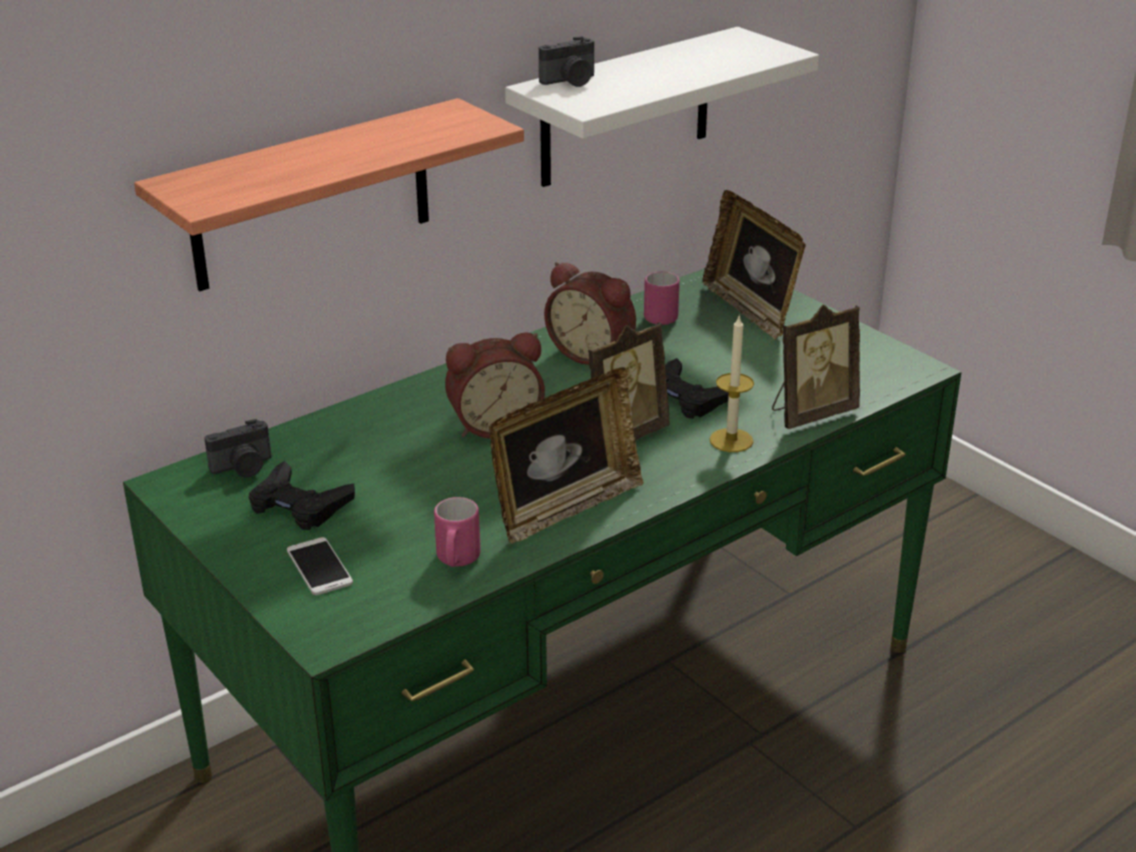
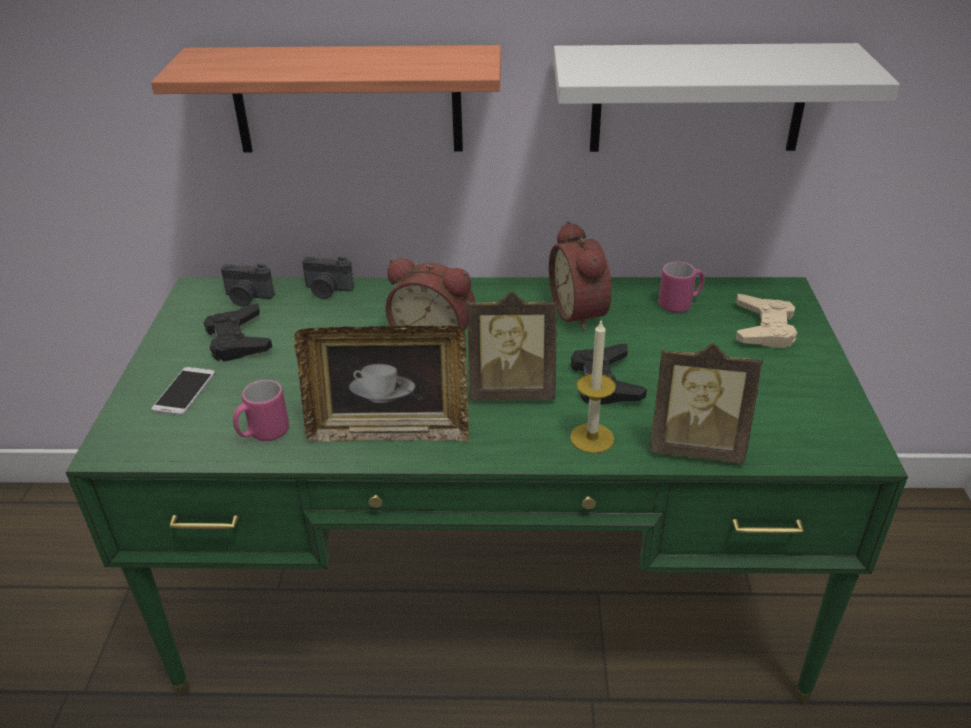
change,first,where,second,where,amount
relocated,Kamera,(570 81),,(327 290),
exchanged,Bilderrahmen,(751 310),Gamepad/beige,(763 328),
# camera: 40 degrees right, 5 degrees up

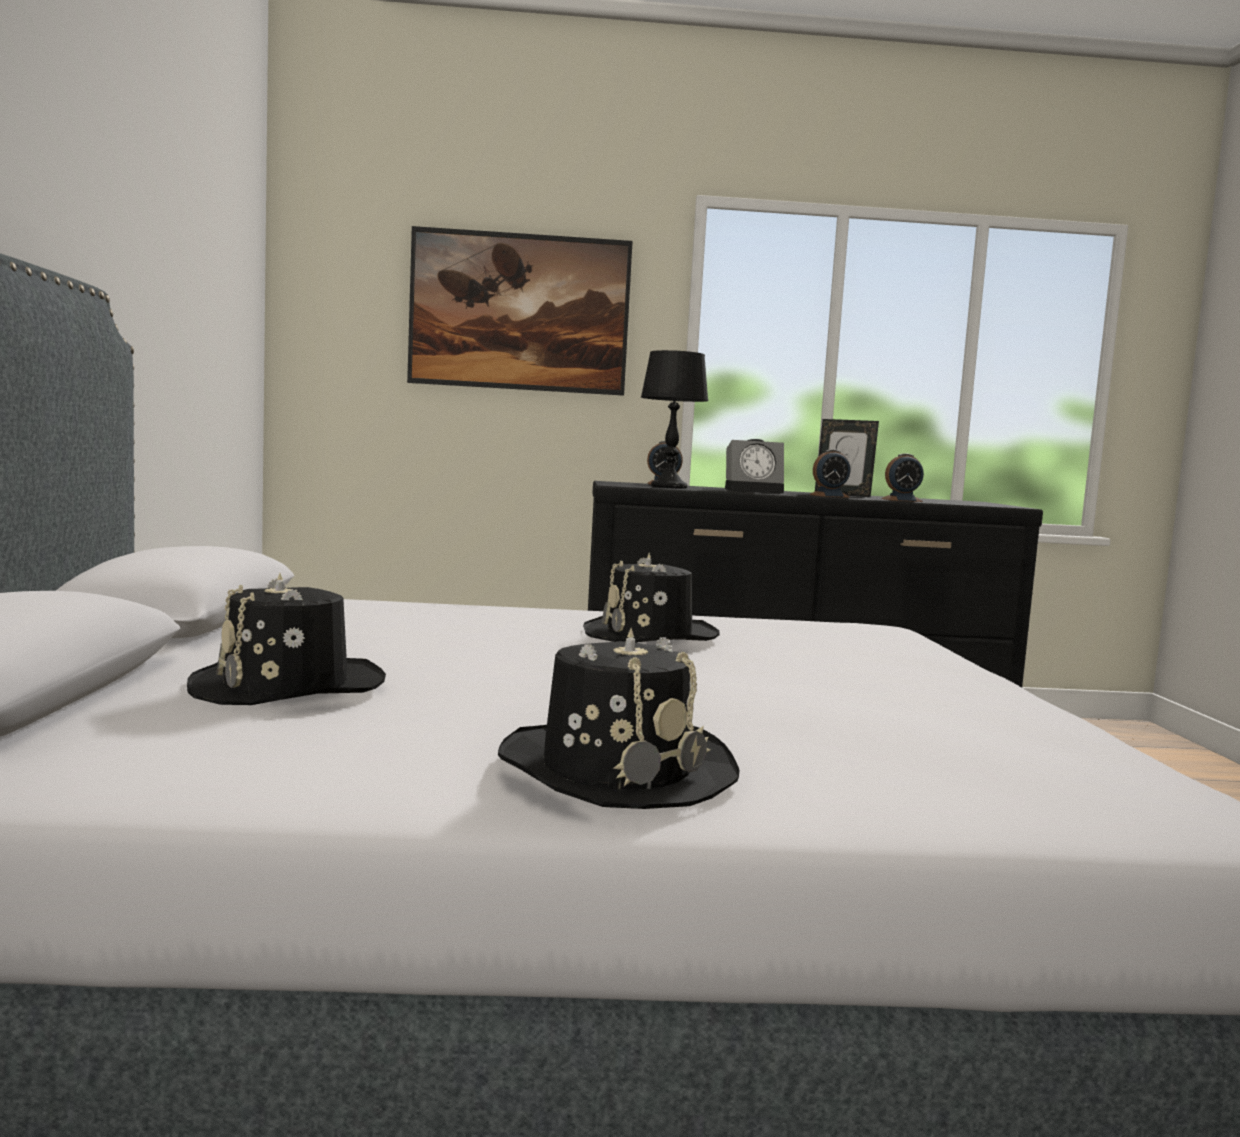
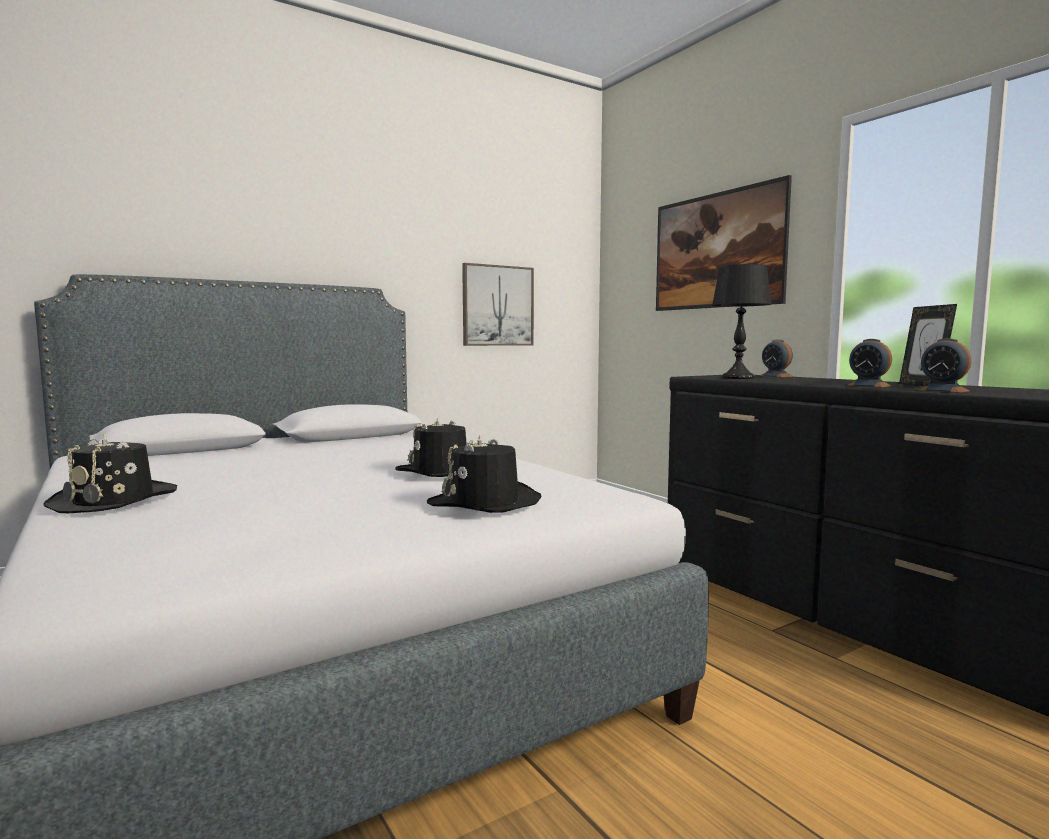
change,first,where,second,where,amount
relocated,Hut/schwarz,(288 687),,(484 503),
appeared,,,Bild,(497 306),
missing,Wecker,(755 491),,,
# camera: 60 degrees right, 0 degrees up

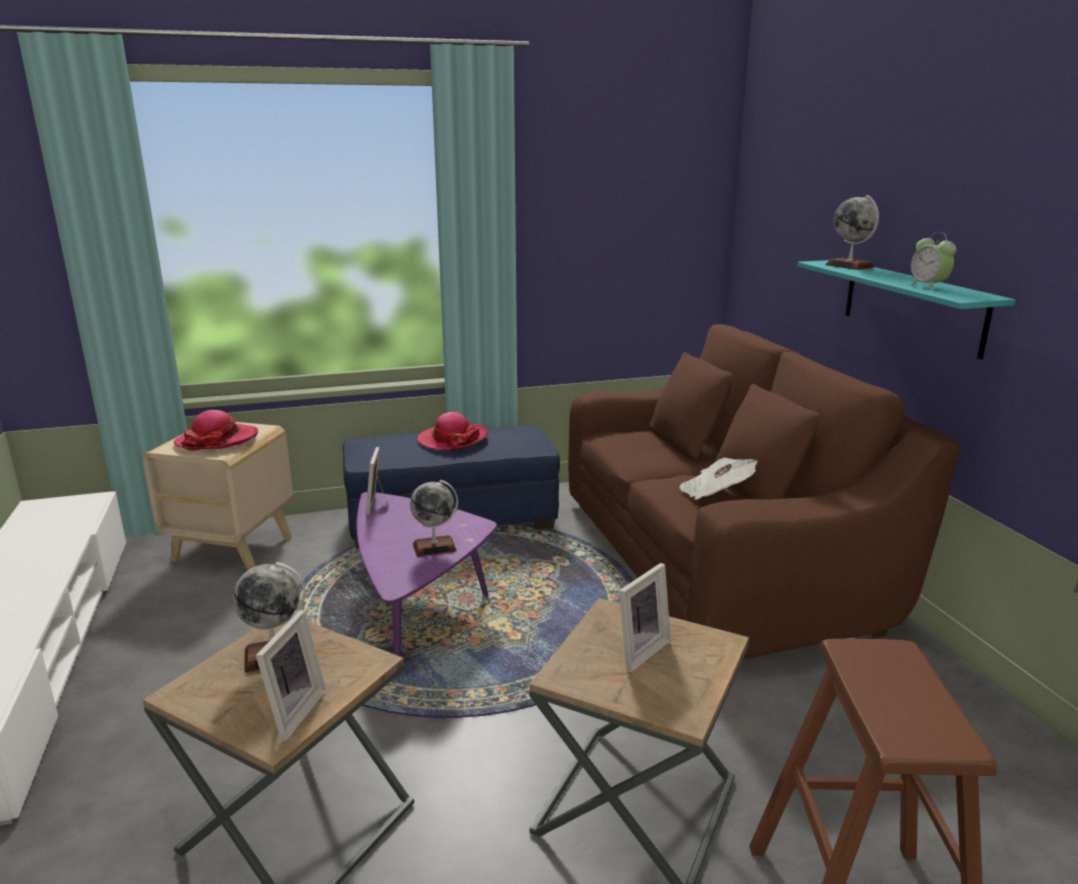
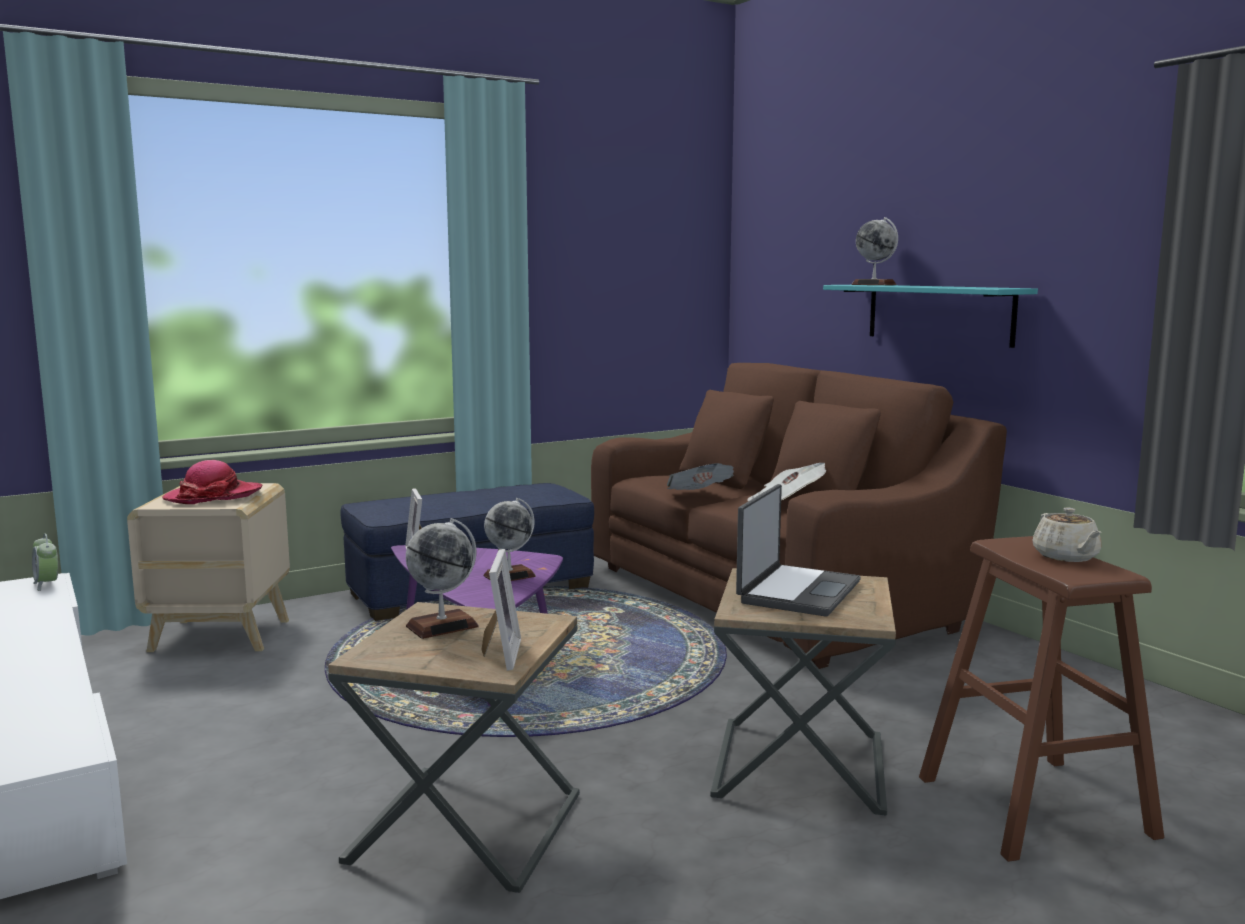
change,first,where,second,where,amount
relocated,Wecker,(928 286),,(47 584),
appeared,,,Zeitung,(699 496),
exchanged,Bilderrahmen,(638 650),Laptop,(797 592),
appeared,,,Teekanne/beige,(1066 557),
missing,Hut,(452 439),,,
# camera: 15 degrees left, 10 degrees down

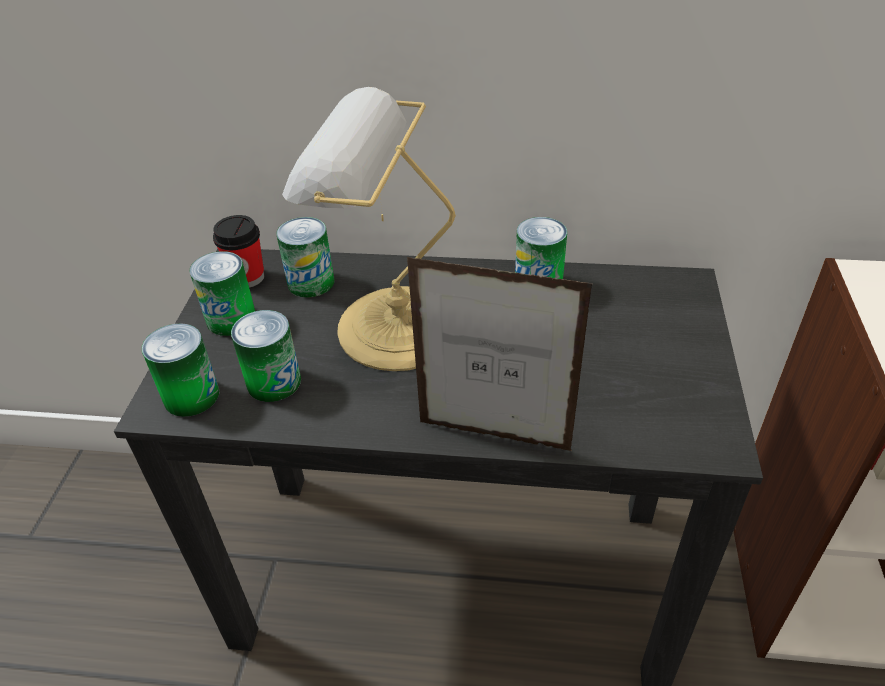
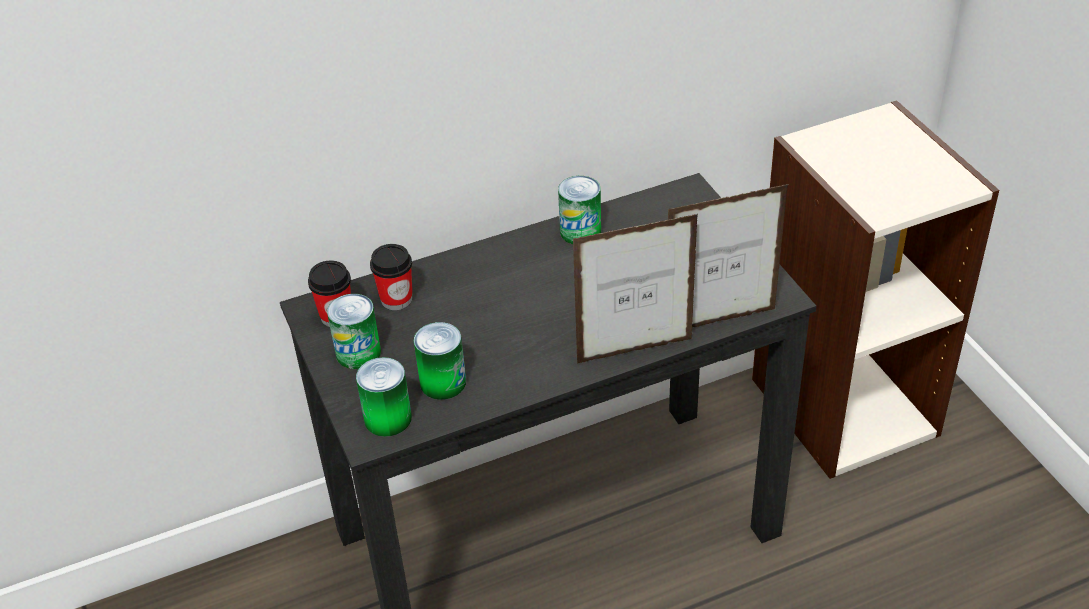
change,first,where,second,where,amount
exchanged,Dose,(311 282),Tasse,(396 299),
appeared,,,Bilderrahmen,(720 321),
missing,Tischlampe,(392 326),,,
# camera: 30 degrees left, 0 degrees up

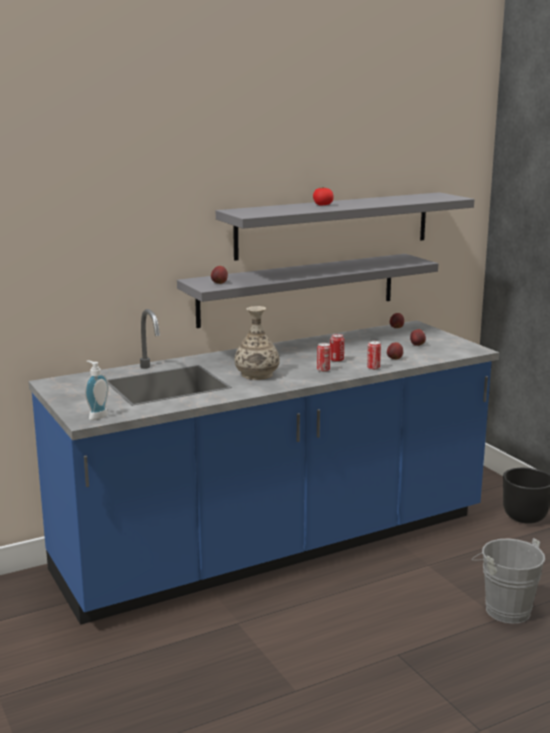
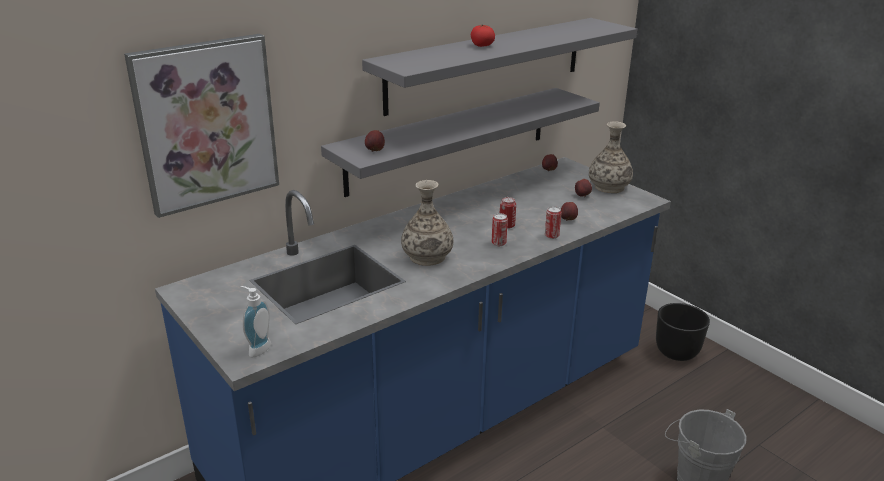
change,first,where,second,where,amount
appeared,,,Bild,(206 124),
appeared,,,Vase,(609 187),
# camera: 10 degrees left, 10 degrees up

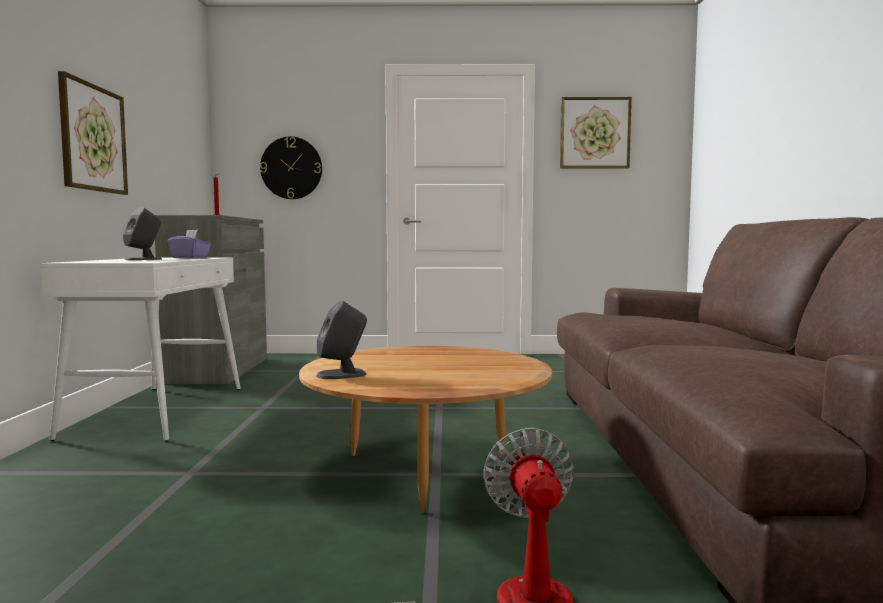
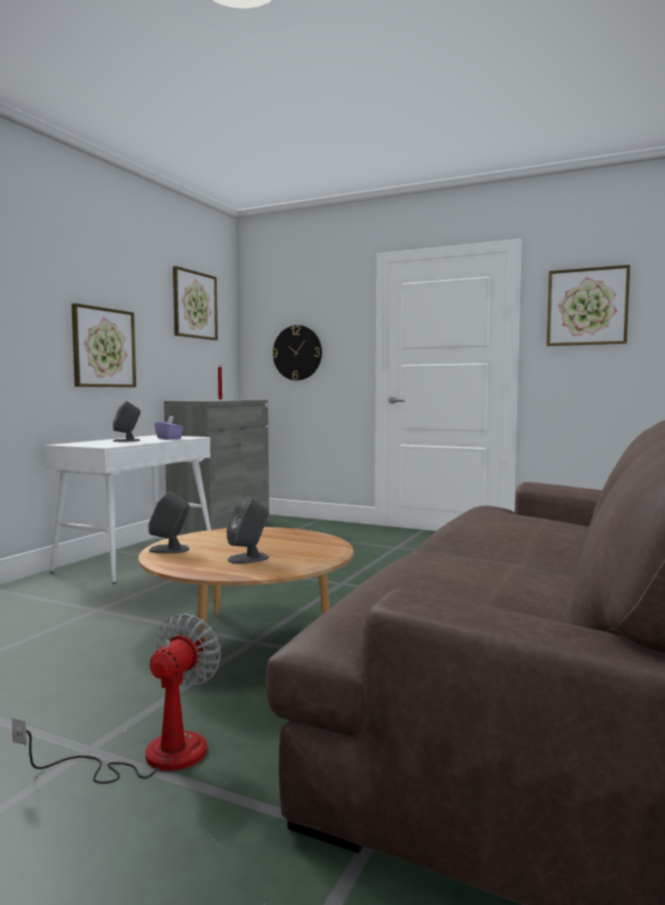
change,first,where,second,where,amount
appeared,,,Bild,(194 305),
appeared,,,Lautsprecher/grau,(248 558),
# camera: 25 degrees right, 0 degrees up

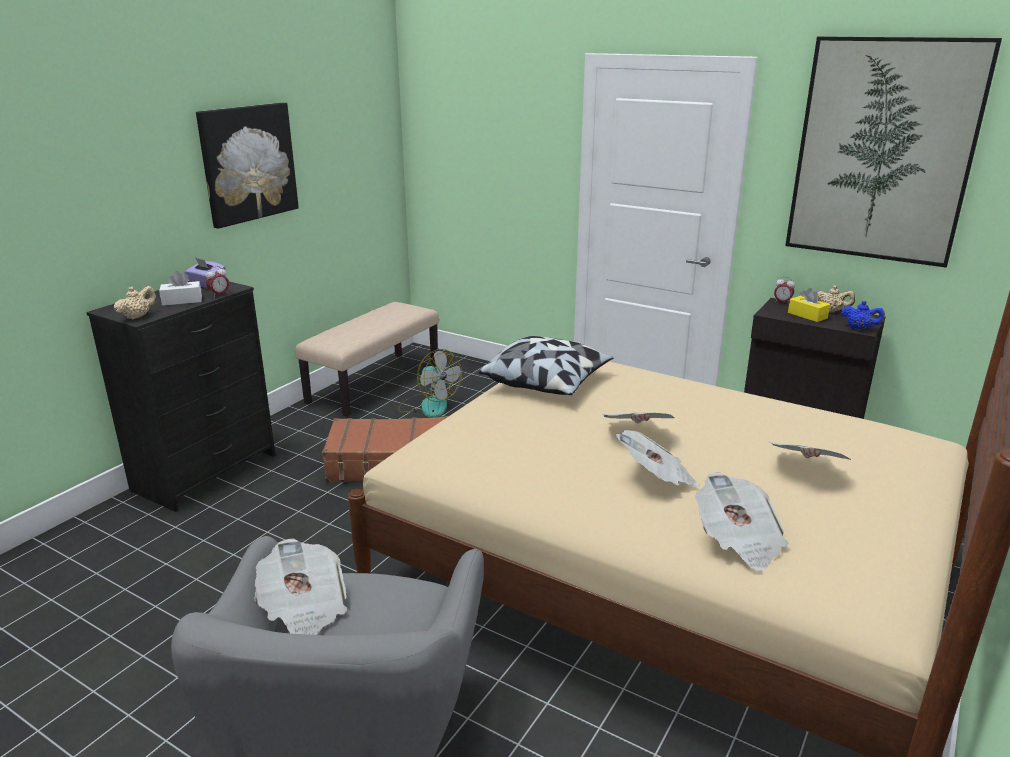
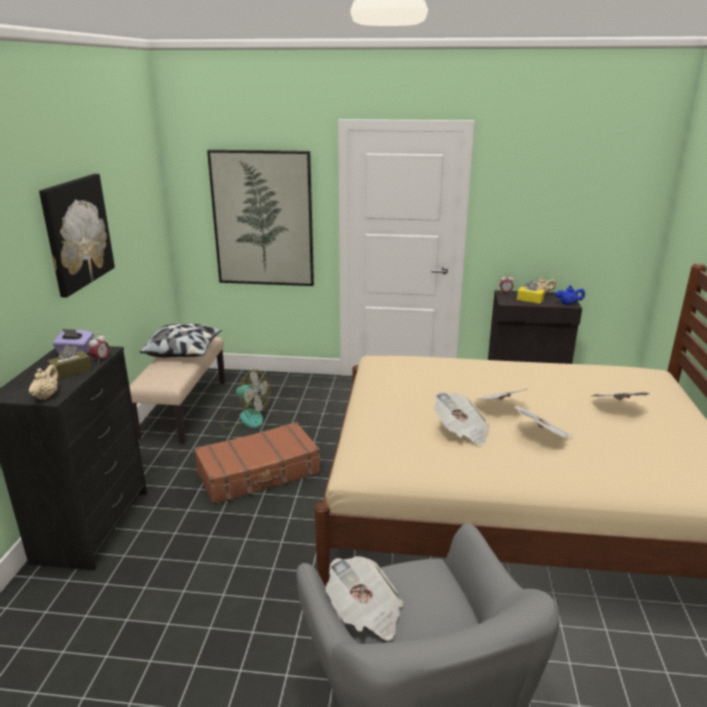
change,first,where,second,where,amount
colour,Taschentuchbox/weiß,(182 301),Taschentuchbox/braun,(71 372),
relocated,Kissen,(547 382),,(184 351),
relocated,Bild,(883 152),,(263 219),
relocated,Zeitung,(738 541),,(461 432),
# camera: 25 degrees left, 0 degrees up

